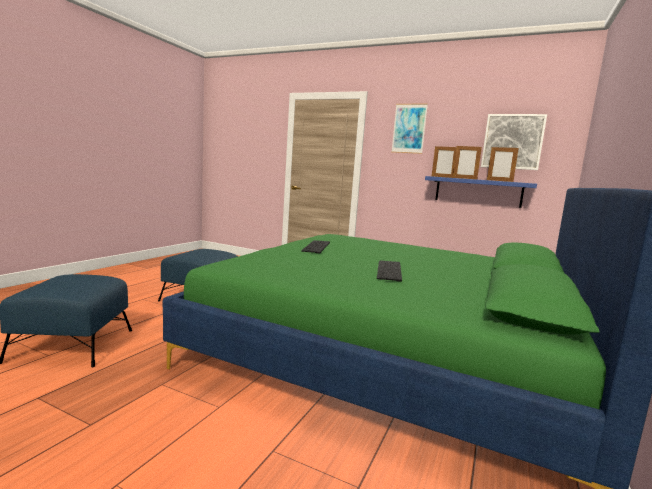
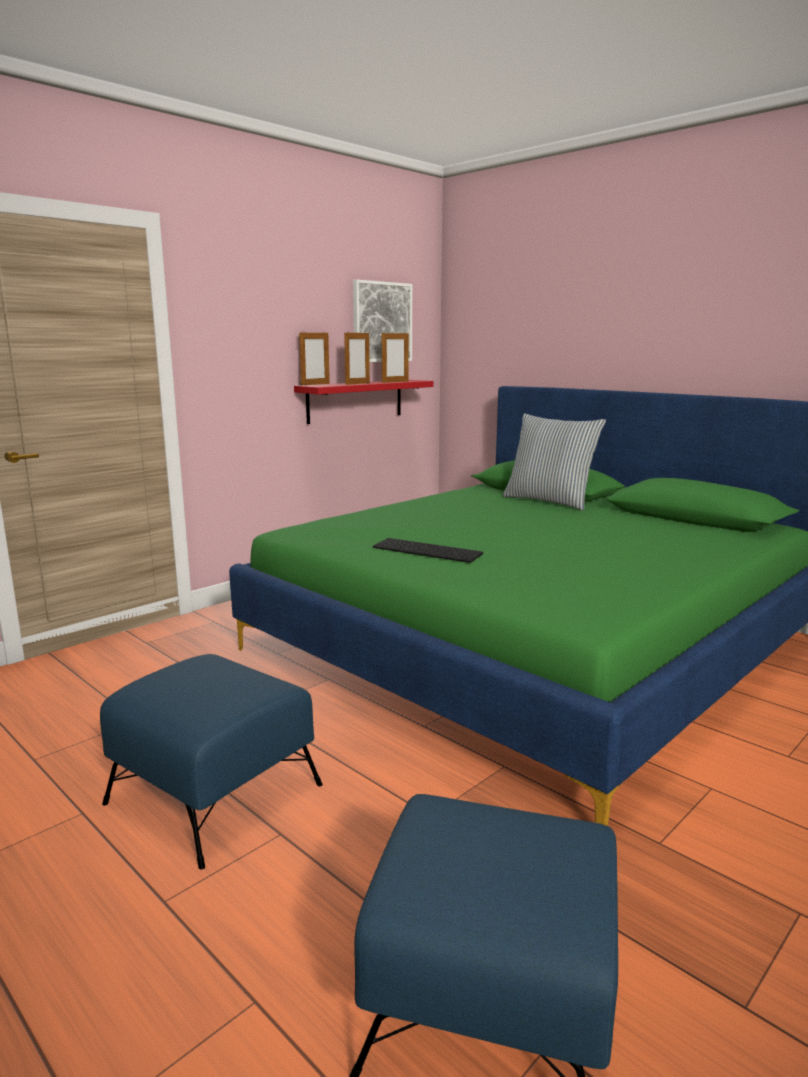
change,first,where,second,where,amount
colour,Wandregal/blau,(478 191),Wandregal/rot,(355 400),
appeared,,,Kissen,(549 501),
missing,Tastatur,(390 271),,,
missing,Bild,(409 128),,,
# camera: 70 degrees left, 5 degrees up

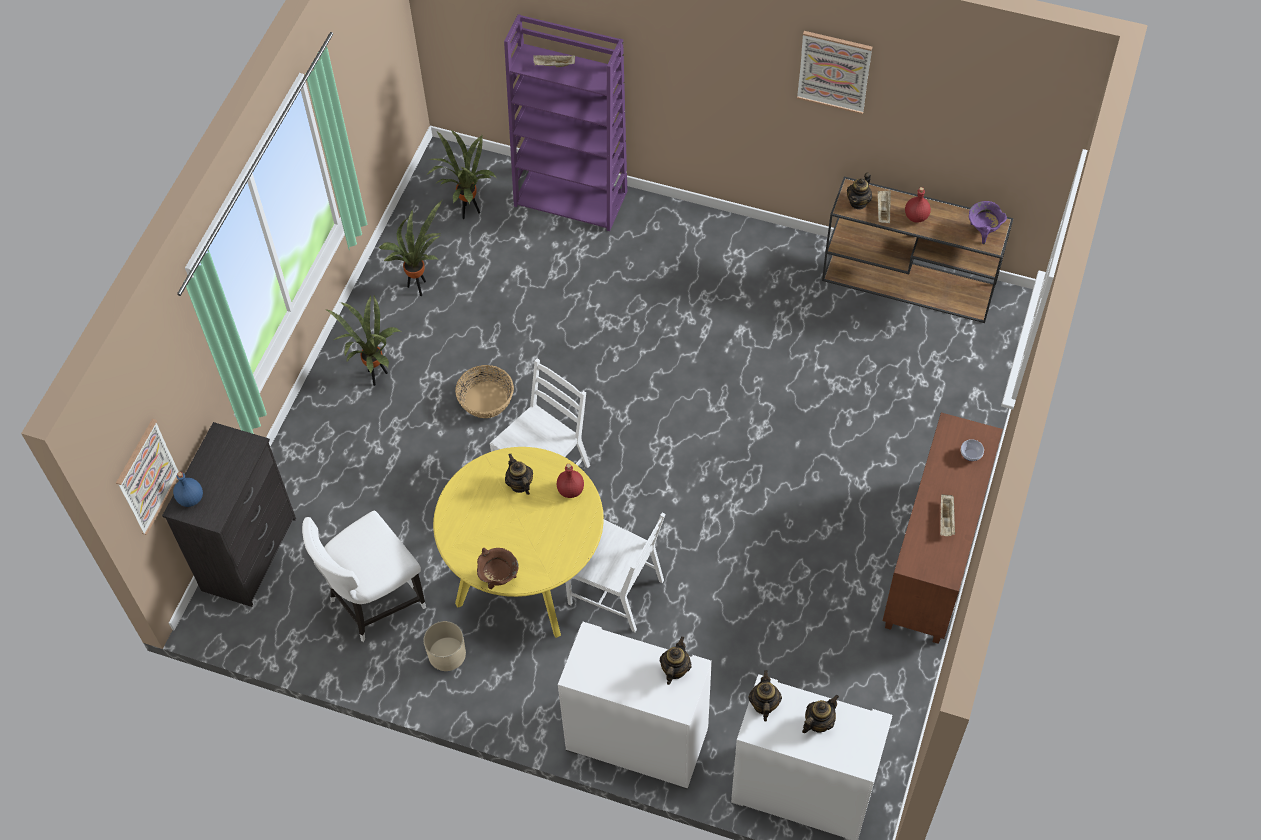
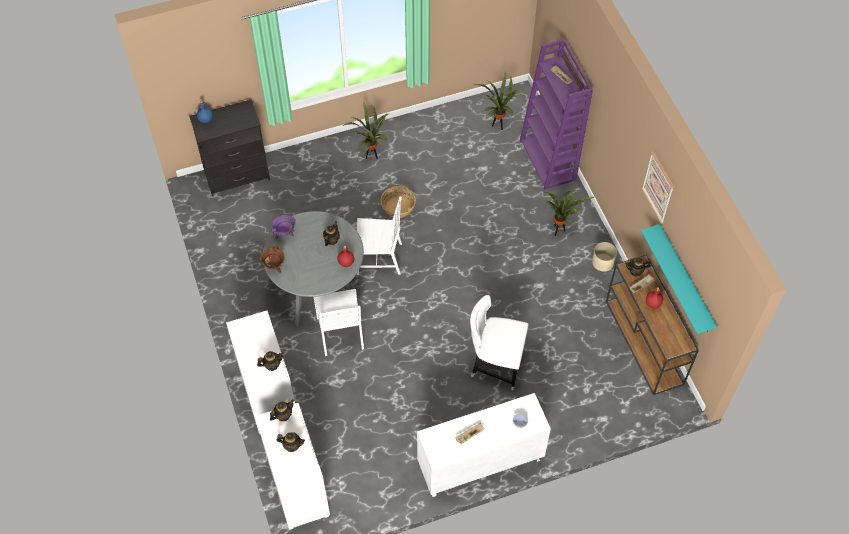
change,first,where,second,where,amount
colour,Esstisch/gelb,(526 574),Esstisch/grau,(318 289),
relocated,Kochtopf/lila,(983 231),,(285 233),
colour,Schrank/braun,(933 561),Schrank/weiß,(480 464),
relocated,Stuhl/weiß,(374 601),,(495 365),
relocated,Topfpflanze,(419 287),,(558 231),
relocated,Pflanzkübel/beige,(447 654),,(603 262),
appeared,,,Wandregal/türkis,(685 280),
missing,Bild,(147 477),,,
# camera: 50 degrees right, 0 degrees up

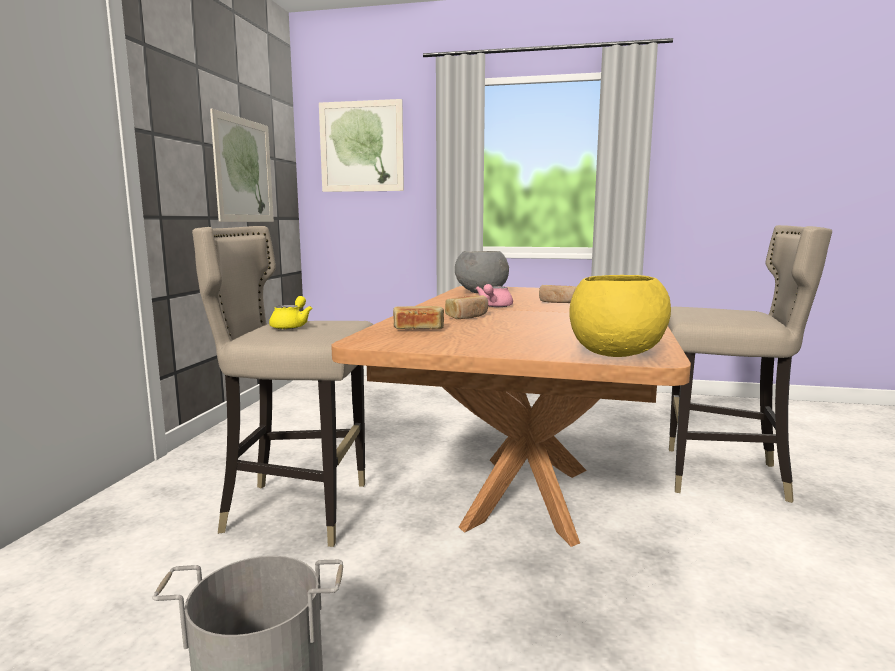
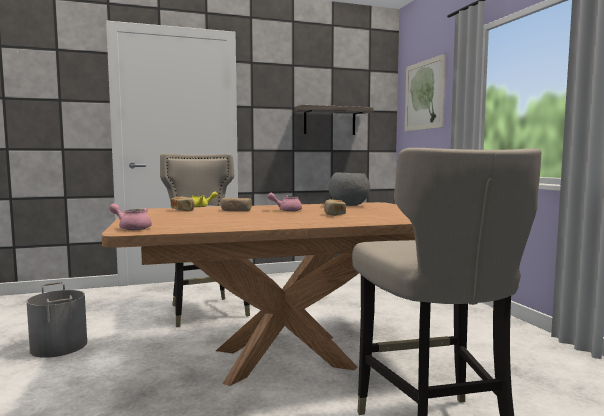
change,first,where,second,where,amount
exchanged,Schüssel/gelb,(616 355),Teekanne/rosa,(132 228),
exchanged,Bild,(244 170),Wandregal,(329 121),
# camera: 60 degrees right, 5 degrees down

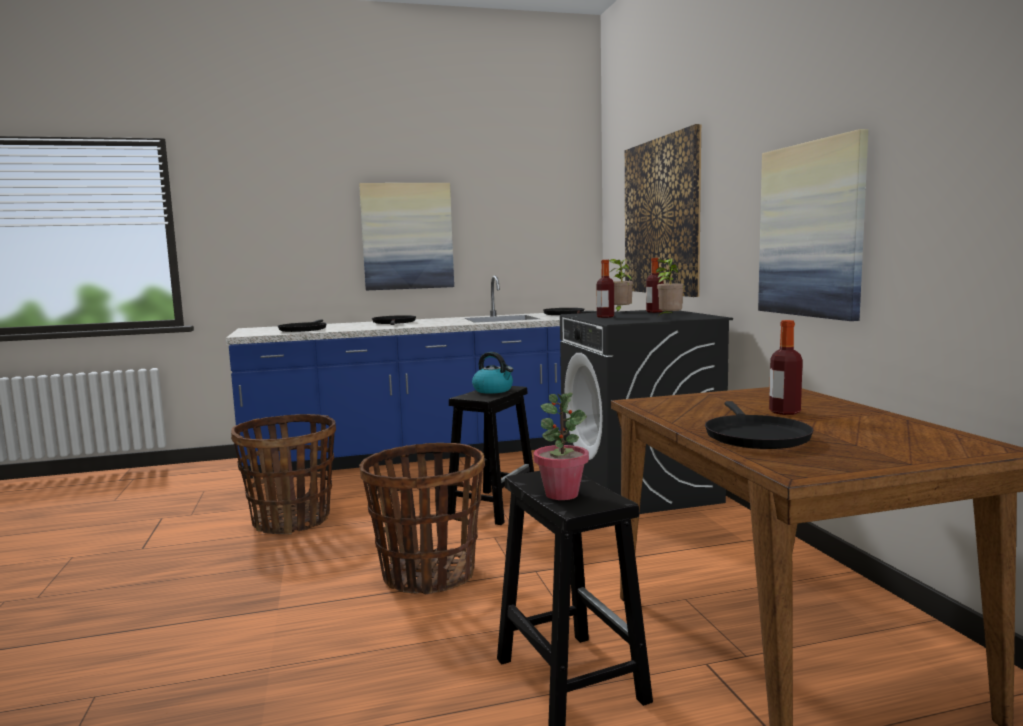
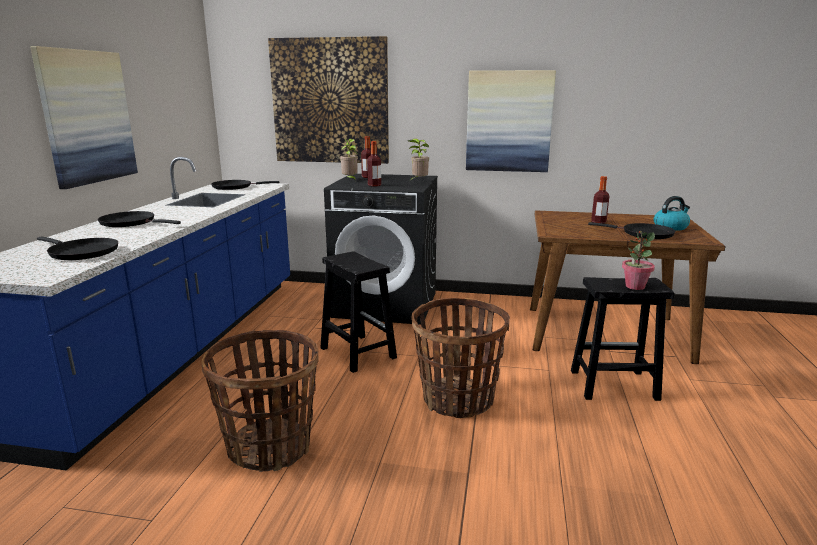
change,first,where,second,where,amount
relocated,Wasserkessel,(493 390),,(670 227),
# camera: 65 degrees left, 10 degrees up

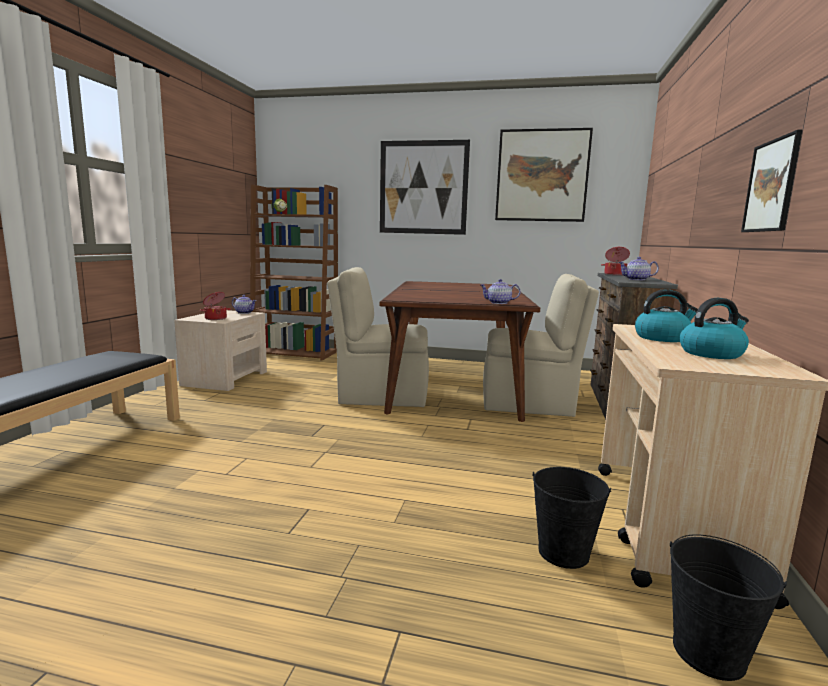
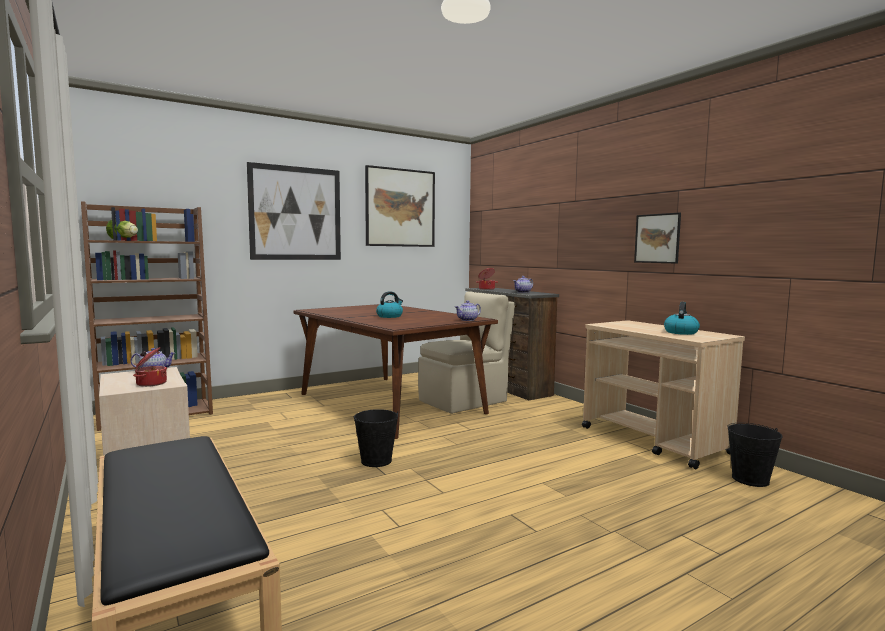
change,first,where,second,where,amount
relocated,Eimer/schwarz,(563 552),,(376 461),
relocated,Wasserkessel,(662 338),,(390 316),
missing,Stuhl/beige,(381 395),,,
# camera: 45 degrees left, 5 degrees down

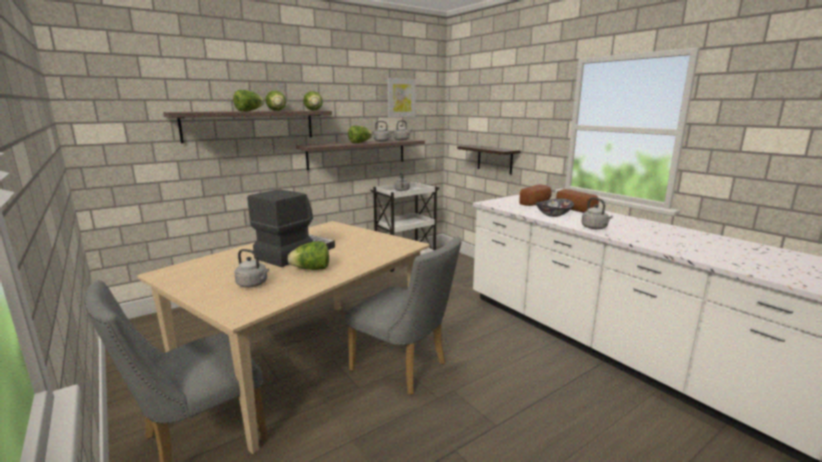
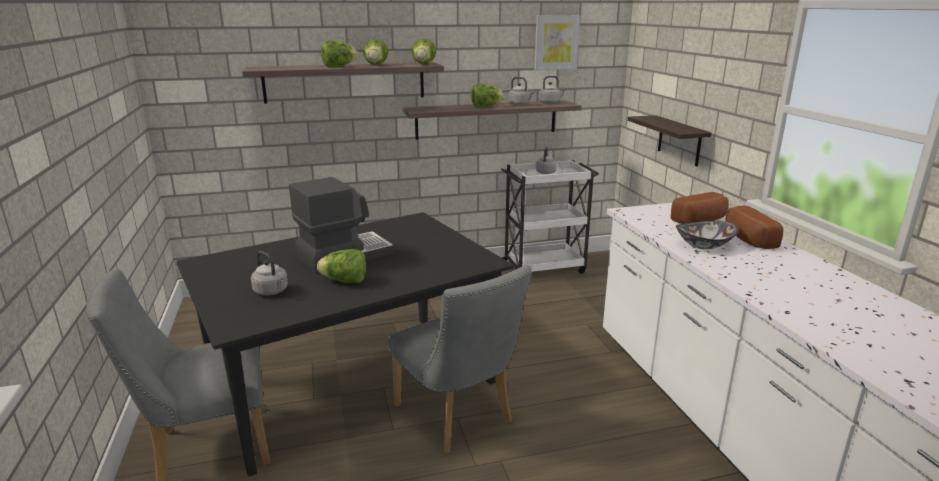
change,first,where,second,where,amount
colour,Esstisch/beige,(306 360),Esstisch/schwarz,(354 382),
missing,Wasserkessel/grau,(595 228),,,
# camera: 20 degrees right, 5 degrees up

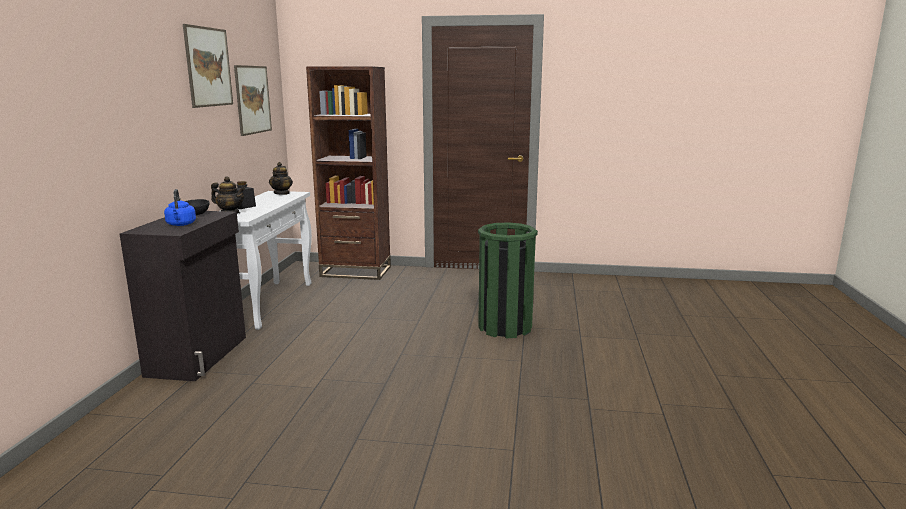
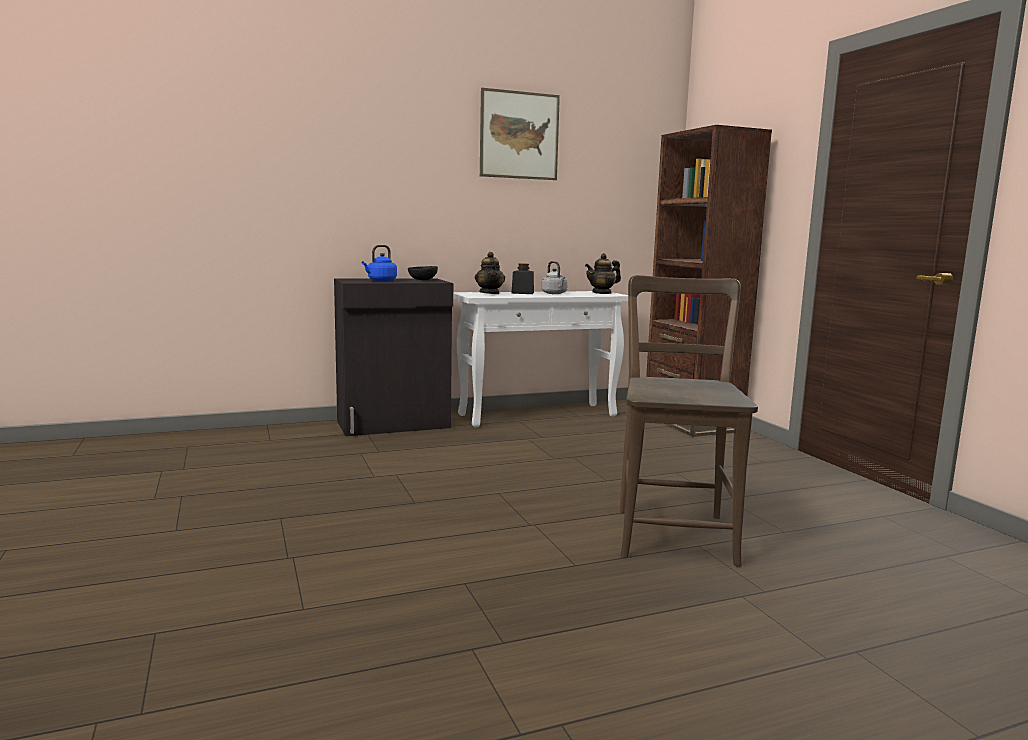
change,first,where,second,where,amount
appeared,,,Wasserkessel/grau,(554 293),
exchanged,Mülleimer/grün,(505 327),Stuhl/braun,(673 532),
missing,Bild,(253 99),,,
# camera: 60 degrees right, 5 degrees down

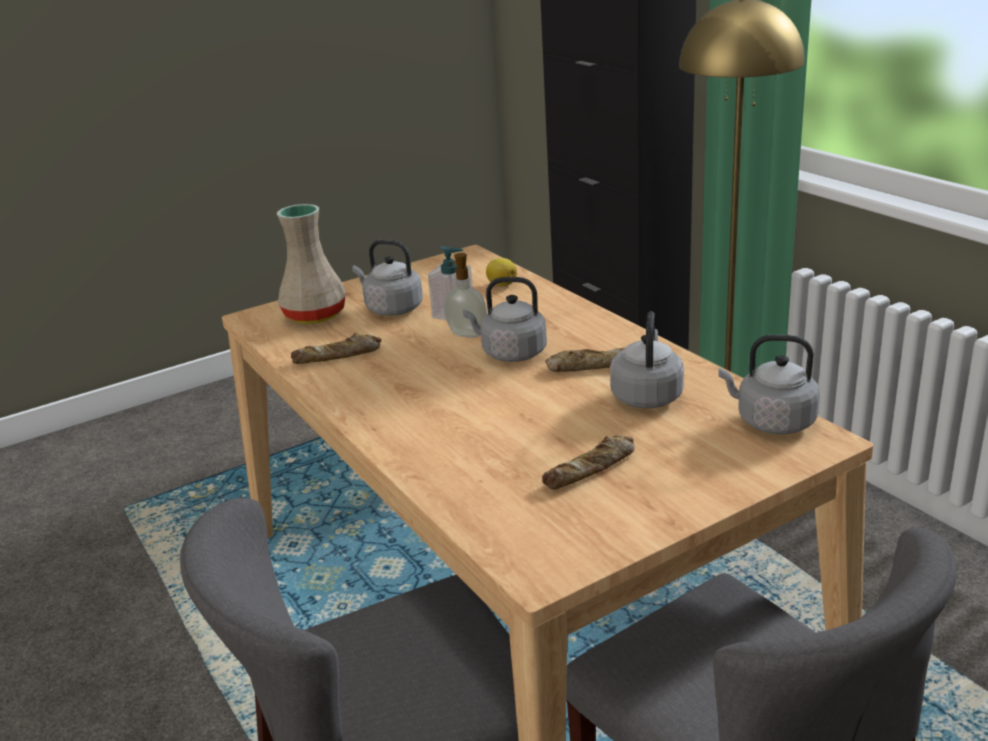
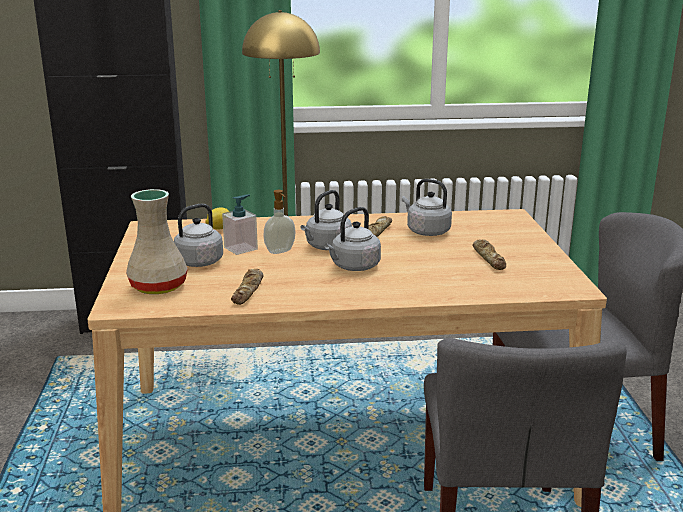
change,first,where,second,where,amount
relocated,Wasserkessel/grau,(771 422),,(353 267),
# camera: 65 degrees left, 5 degrees down

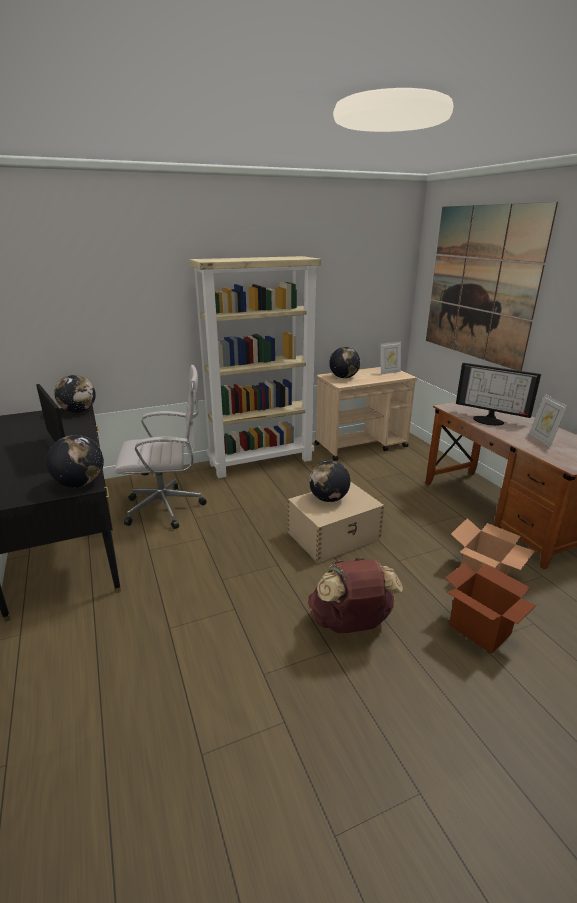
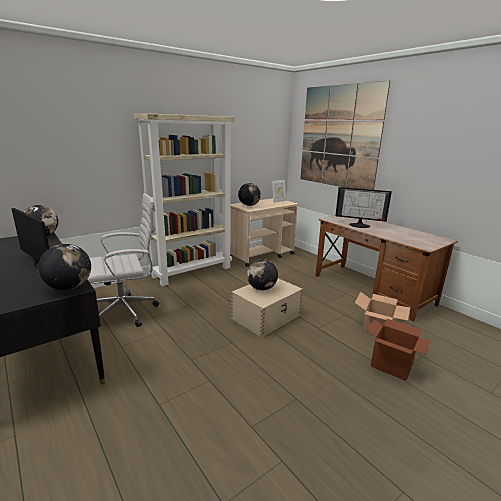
change,first,where,second,where,amount
missing,Rucksack/braun,(350 624),,,
missing,Bilderrahmen,(542 440),,,
# camera: 15 degrees left, 5 degrees down

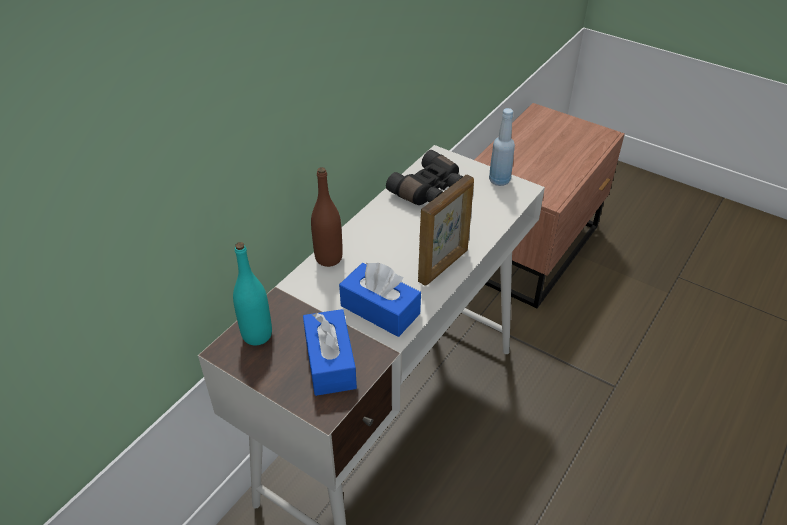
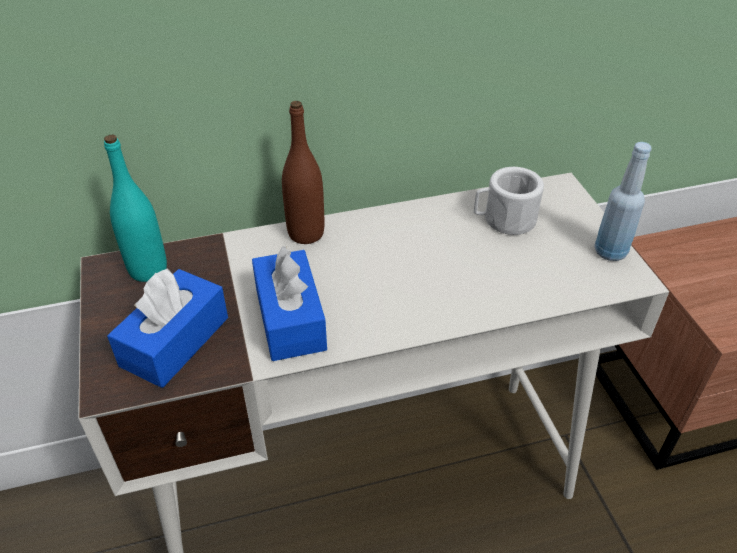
change,first,where,second,where,amount
exchanged,Fernglas/schwarz,(429 190),Henkelbecher/weiß,(503 220),
missing,Bilderrahmen,(444 266),,,
# camera: 40 degrees right, 0 degrees up

